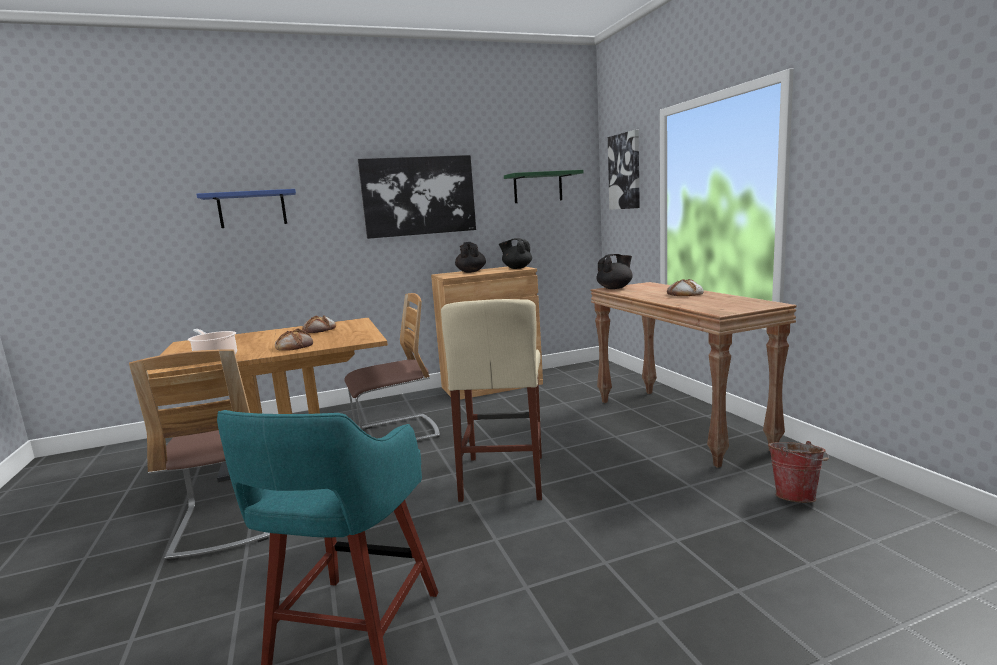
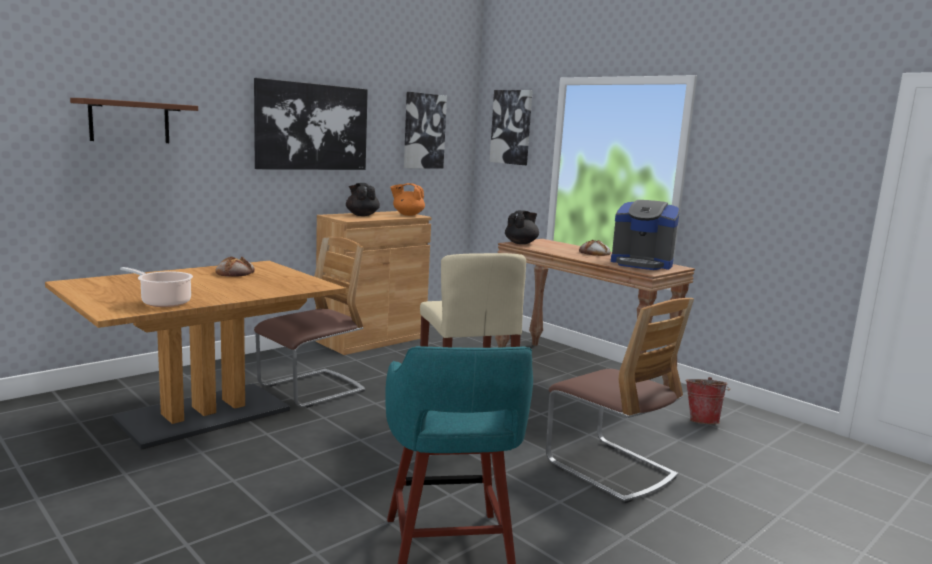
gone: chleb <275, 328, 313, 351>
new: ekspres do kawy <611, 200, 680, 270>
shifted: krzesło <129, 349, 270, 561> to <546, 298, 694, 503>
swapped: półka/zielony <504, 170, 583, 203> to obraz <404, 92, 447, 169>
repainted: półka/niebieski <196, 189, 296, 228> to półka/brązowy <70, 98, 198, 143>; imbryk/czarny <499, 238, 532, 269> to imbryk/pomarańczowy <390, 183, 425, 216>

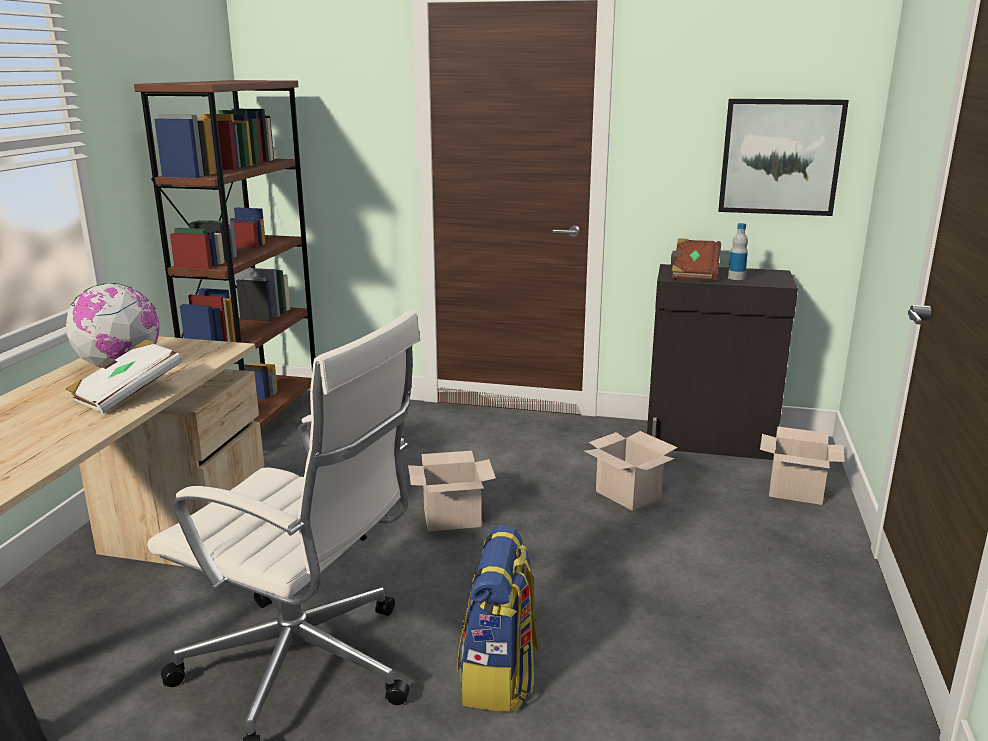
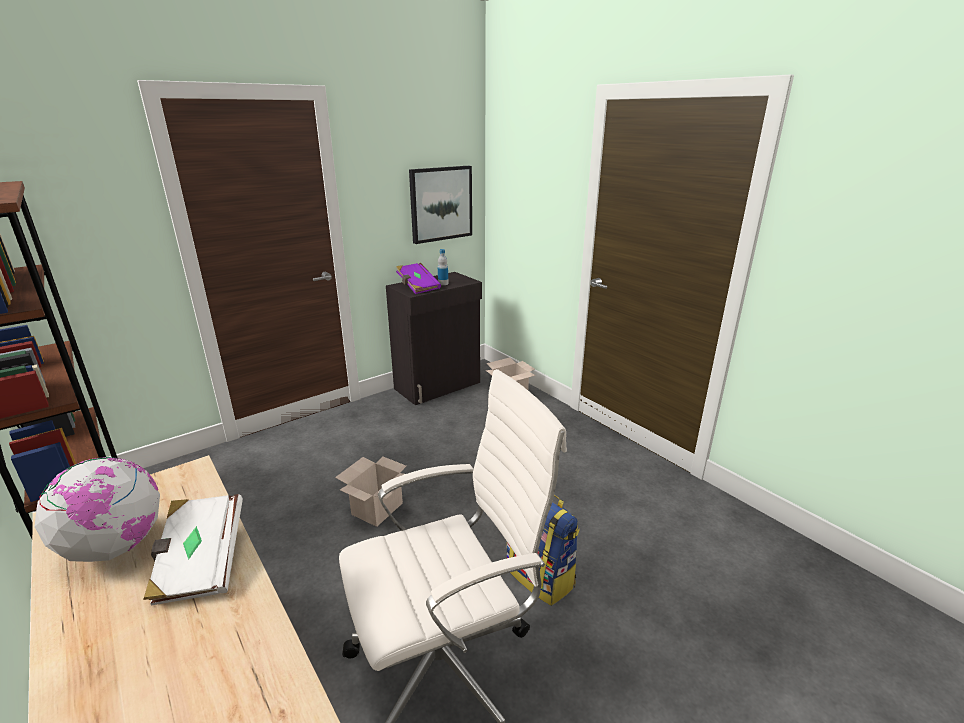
gone: karton <584, 431, 678, 511>
repainted: książka/brązowy <671, 238, 721, 281> to książka/fioletowy <396, 263, 441, 294>

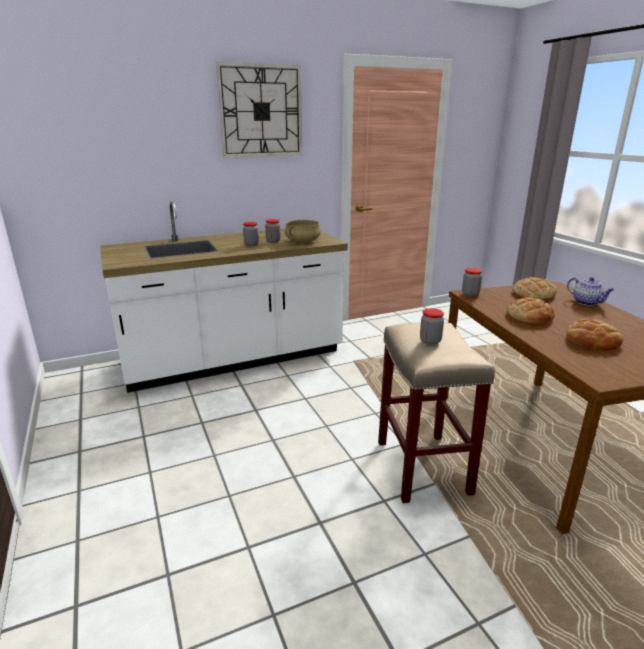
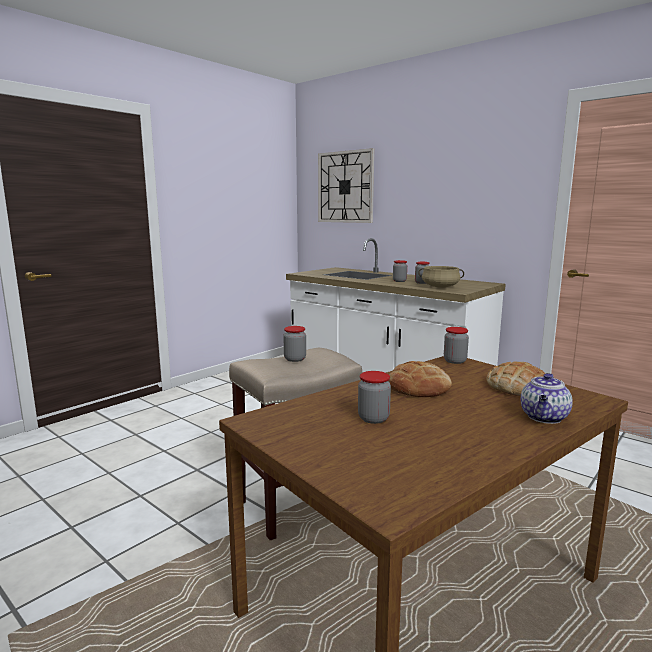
shifted: zegar ścienny <216, 62, 302, 158> to <318, 148, 374, 223>
swapped: chleb <566, 319, 623, 350> to słoik <358, 371, 391, 424>

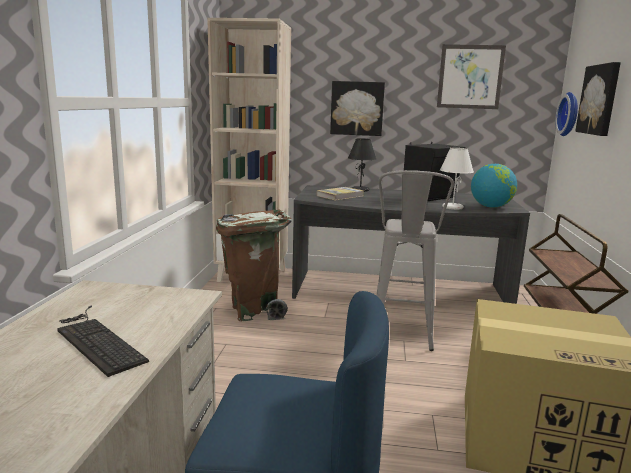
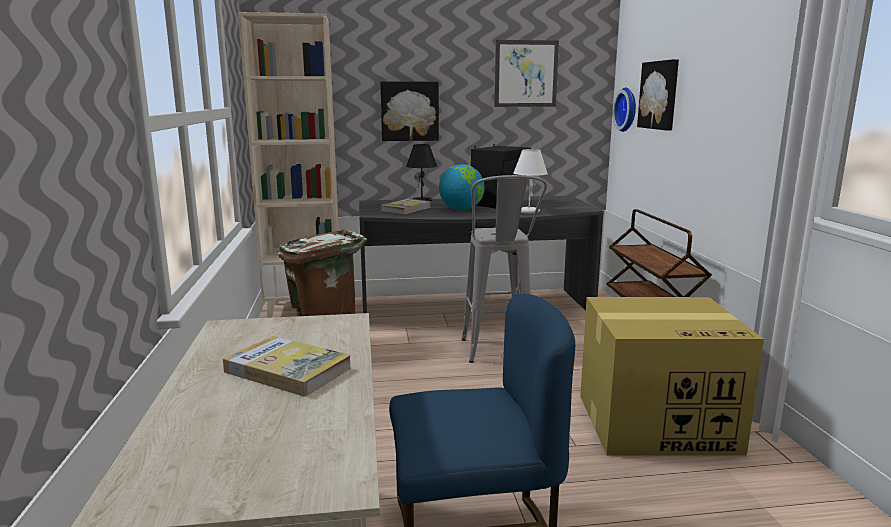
shifted: globus <471, 164, 517, 208> to <439, 164, 485, 210>
swapped: klawiatura <57, 305, 149, 377> to książka <223, 336, 351, 396>

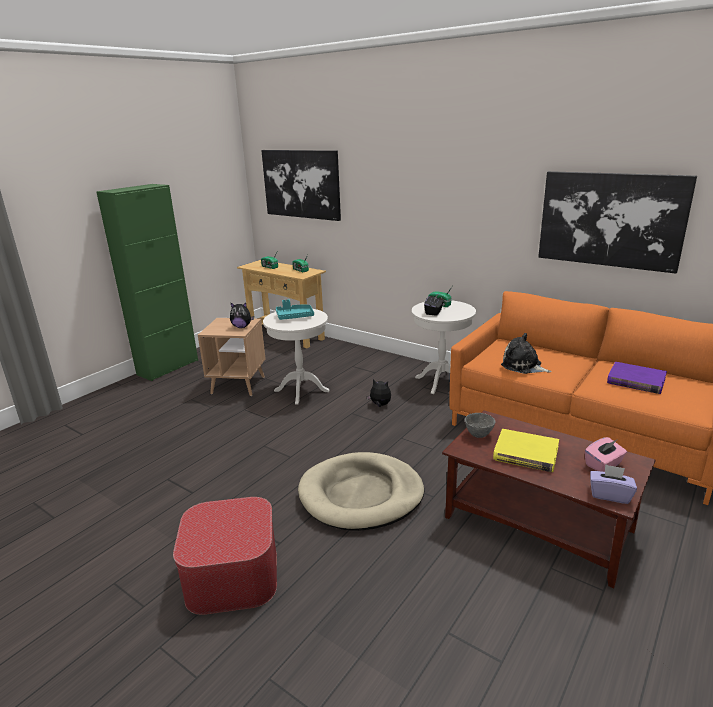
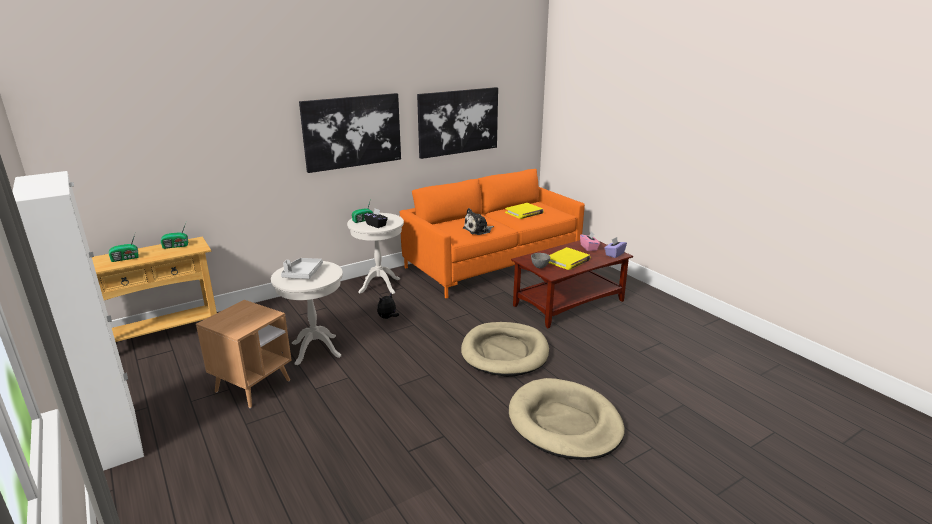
gone: pluszak <230, 302, 254, 328>
shifted: obraz <261, 150, 341, 221> to <299, 93, 401, 173>
swapped: pufa <173, 497, 277, 615> to legowisko/beżowy <509, 378, 625, 460>
repainted: szafka/zielony <96, 184, 198, 381> to szafka/biały <12, 171, 144, 471>; taca/turkusowy <276, 299, 314, 320> to taca/szary <281, 258, 323, 279>; książka/fioletowy <607, 362, 667, 394> to książka/żółty <505, 203, 544, 219>

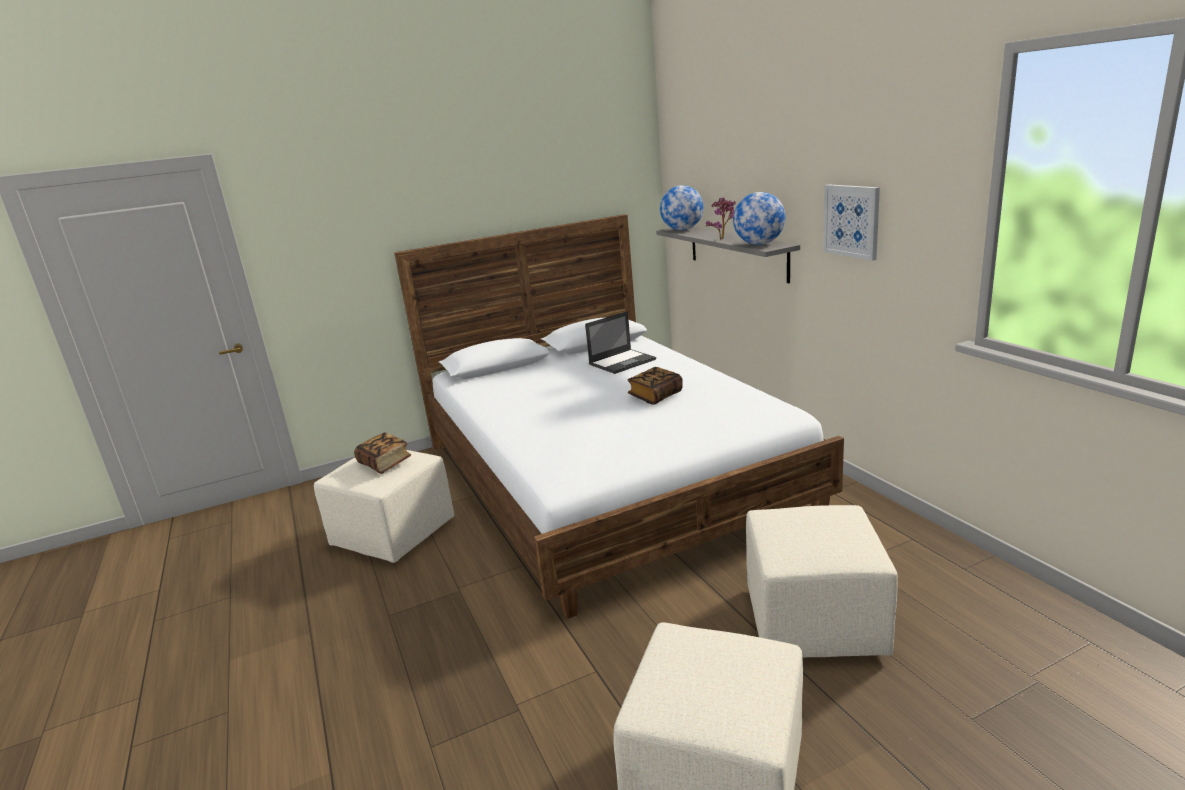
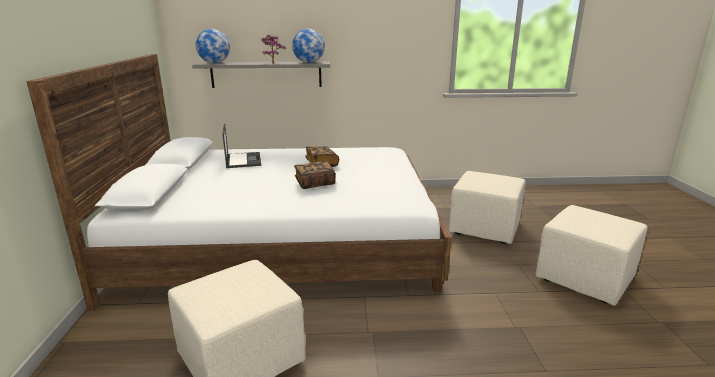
gone: obraz <823, 184, 880, 261>
shifted: książka <354, 432, 411, 474> to <294, 161, 336, 189>

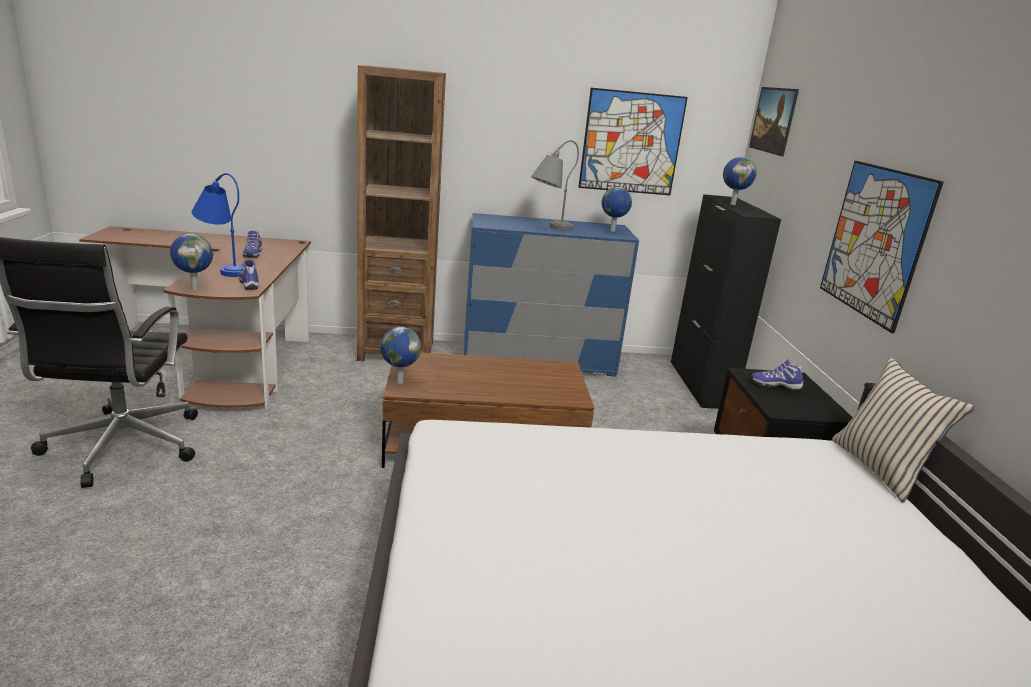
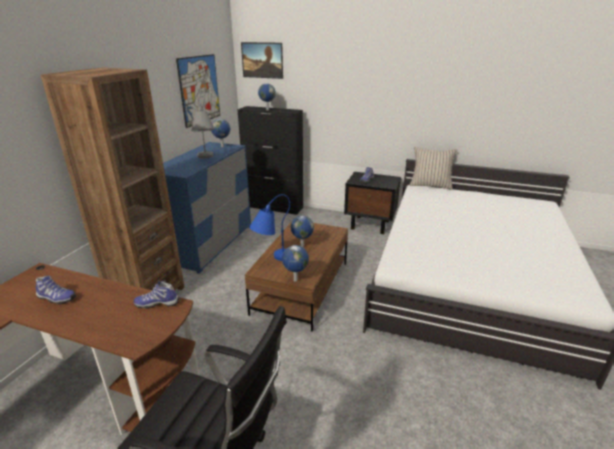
gone: obraz <820, 161, 944, 334>
shifted: lampa stołowa/niebieski <192, 173, 243, 277> to <249, 194, 290, 261>; globus <170, 234, 213, 290> to <291, 215, 314, 248>

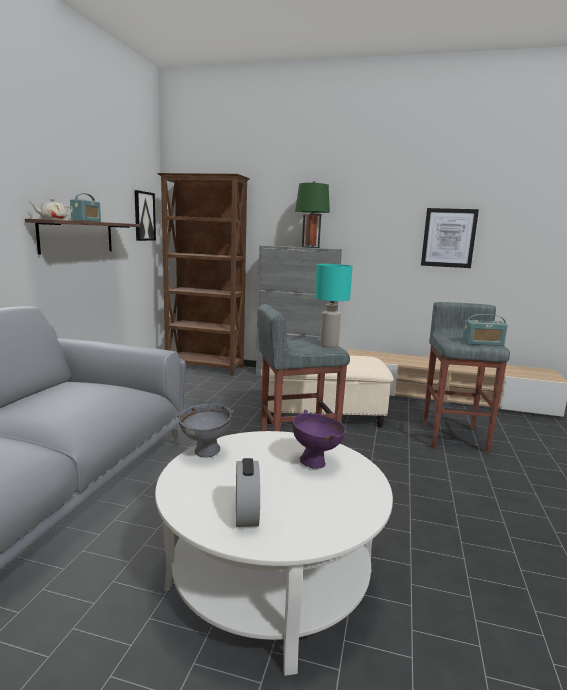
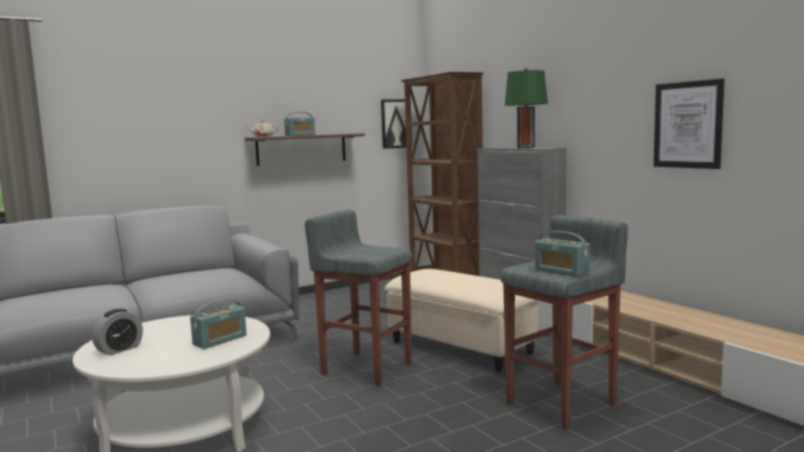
gone: miska/szary <177, 404, 234, 458>; lampa stołowa/turkusowy <315, 264, 353, 348>
swapped: miska/fioletowy <292, 410, 346, 469> to radio <190, 299, 247, 349>

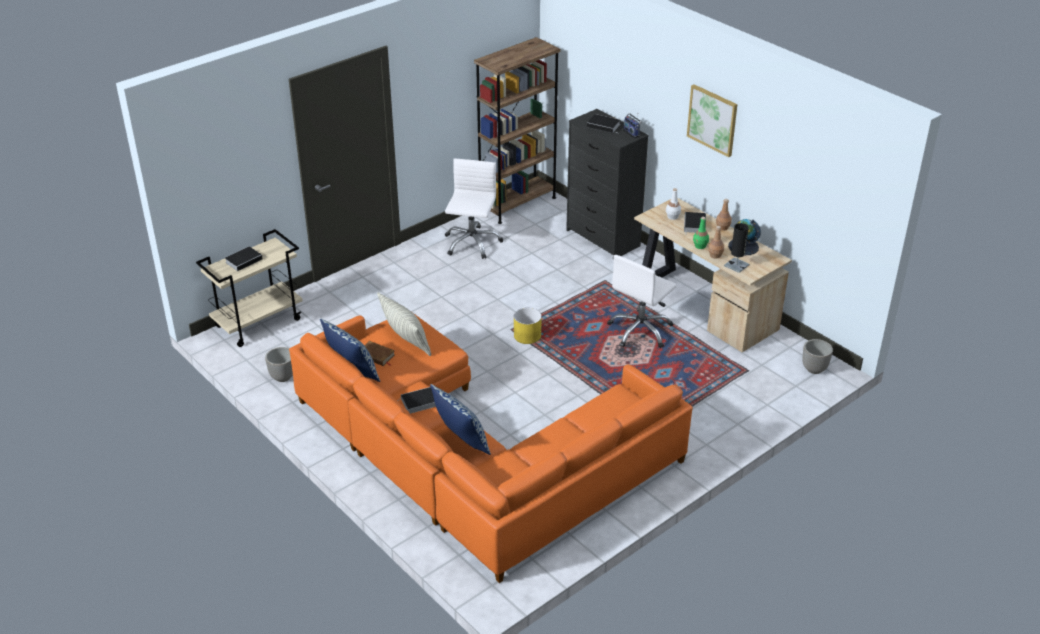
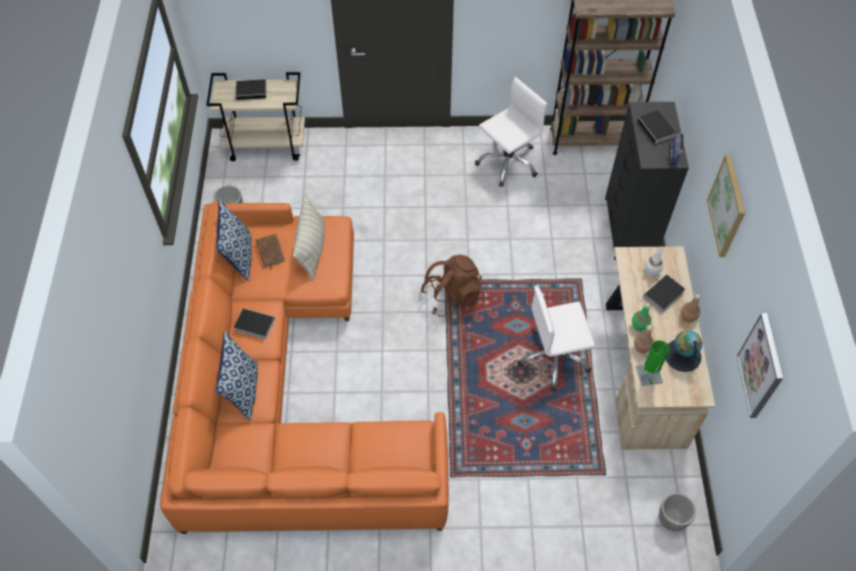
new: obraz <737, 313, 783, 418>
swapped: donica/żółty <514, 308, 542, 344> to plecak/brązowy <420, 254, 482, 317>
repainted: lampa stołowa/czarny <724, 223, 749, 273> to lampa stołowa/zielony <636, 340, 669, 386>

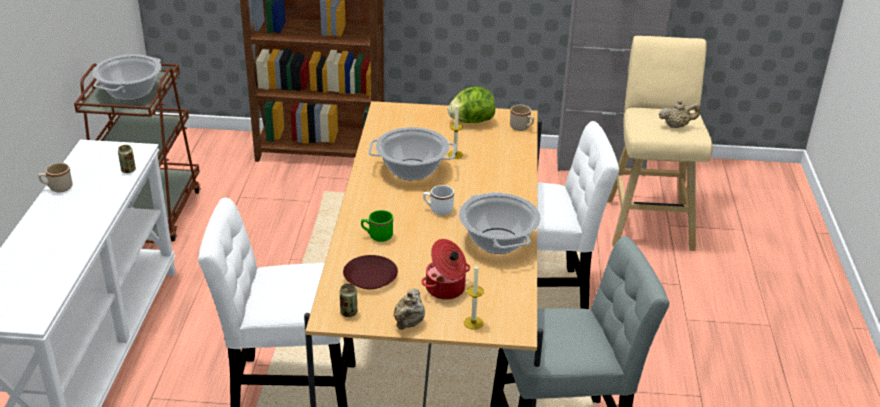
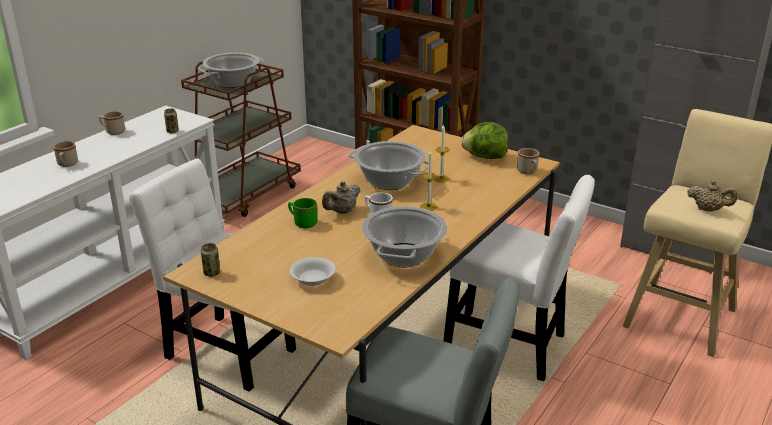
gone: talerz/brązowy <343, 255, 398, 289>
new: kubek/beżowy <54, 141, 78, 167>
shifted: imbryk/beżowy <393, 288, 425, 330> to <322, 181, 360, 214>; świeca <464, 264, 484, 330> to <420, 149, 437, 211>
swapped: garnek <422, 239, 470, 300> to miska/biały <290, 257, 335, 286>

